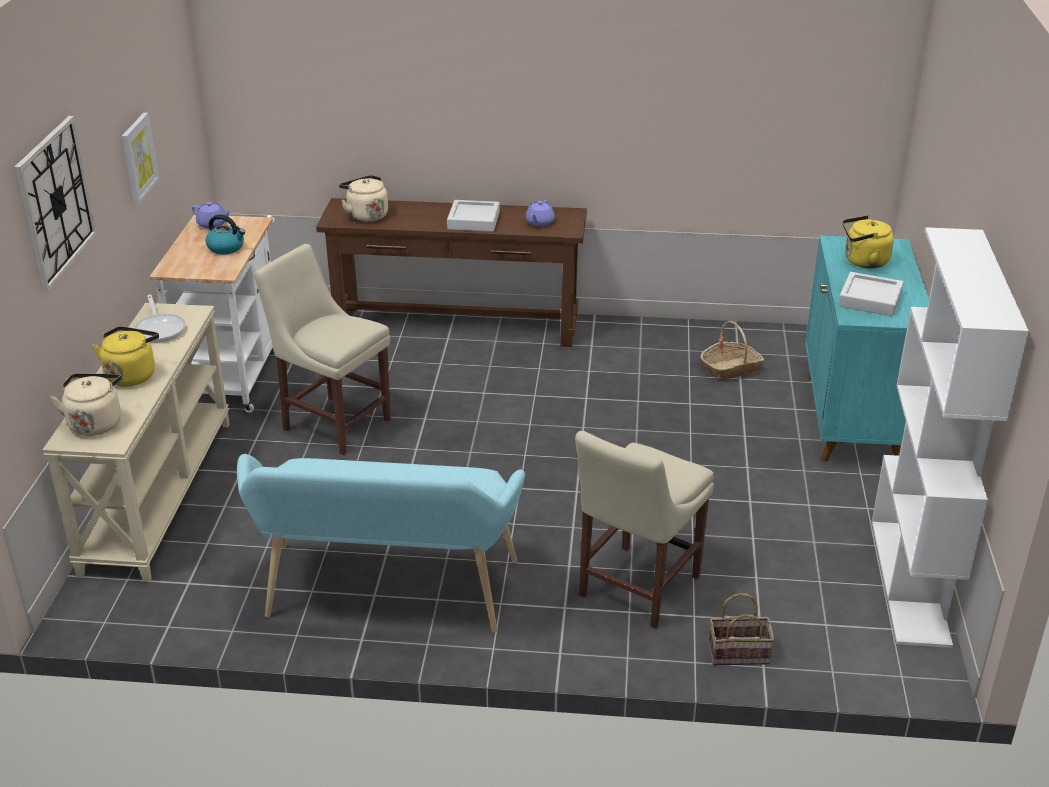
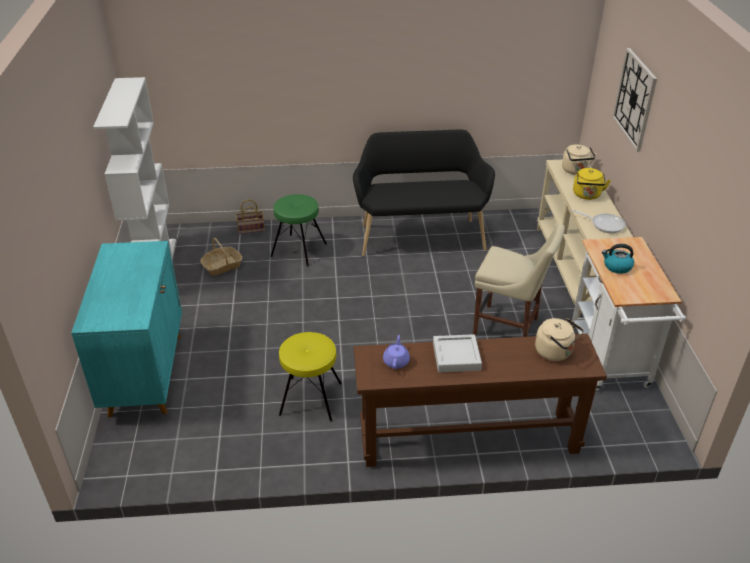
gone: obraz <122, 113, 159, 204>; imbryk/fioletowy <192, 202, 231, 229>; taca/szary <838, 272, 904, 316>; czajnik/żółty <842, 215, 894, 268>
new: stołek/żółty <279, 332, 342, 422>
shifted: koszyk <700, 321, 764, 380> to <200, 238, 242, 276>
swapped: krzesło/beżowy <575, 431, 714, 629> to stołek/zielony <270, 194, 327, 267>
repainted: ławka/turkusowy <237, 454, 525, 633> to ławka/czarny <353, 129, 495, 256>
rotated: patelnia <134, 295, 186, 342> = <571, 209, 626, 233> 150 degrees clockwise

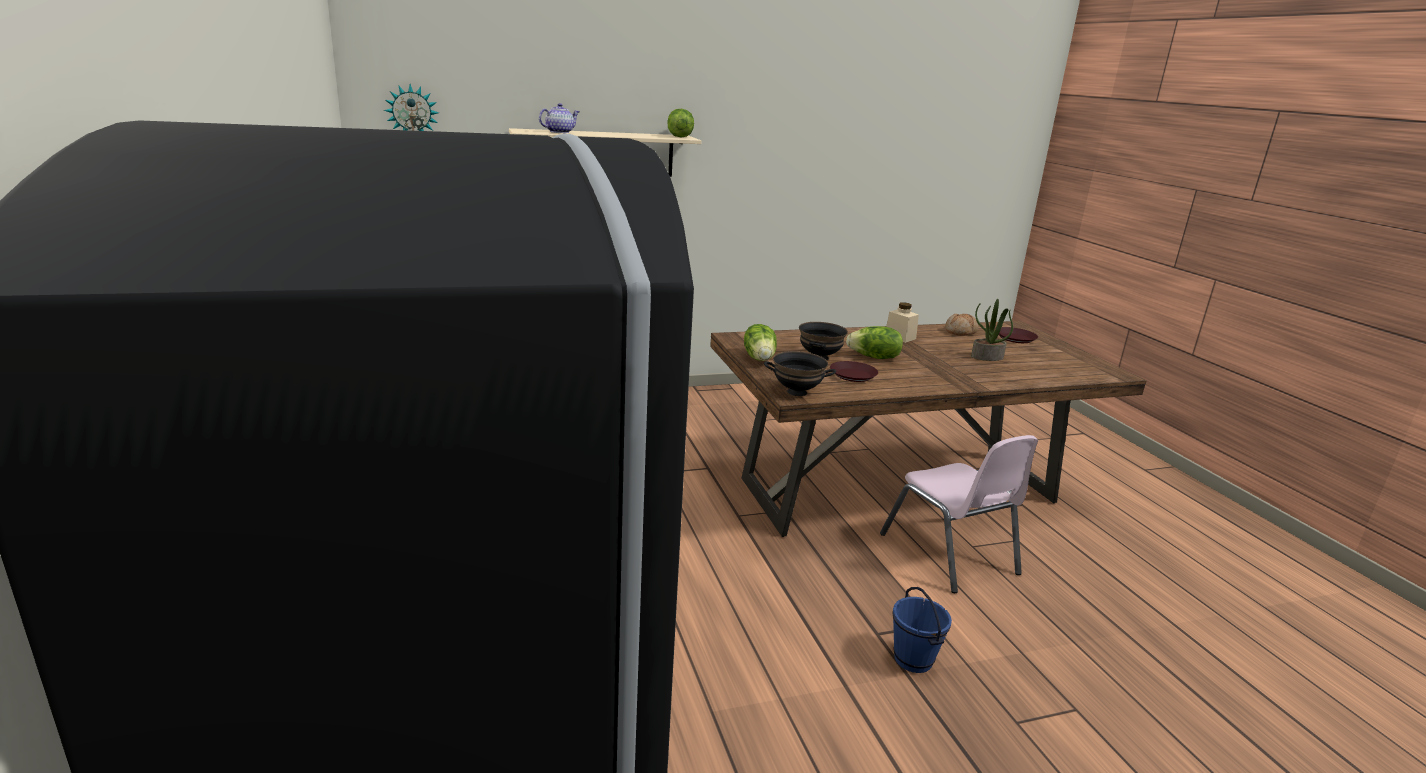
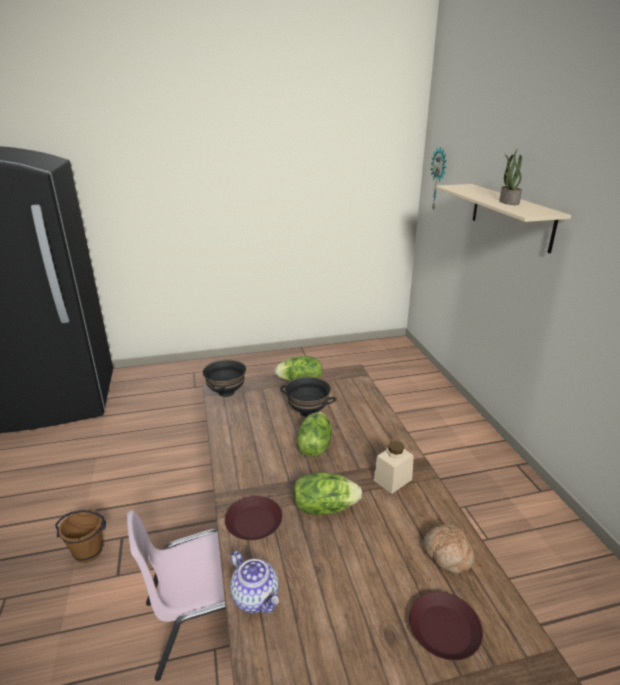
shifted: talerz/brązowy <830, 361, 878, 382> to <225, 496, 282, 540>; imbryk <539, 103, 579, 133> to <230, 551, 279, 613>; sałata <667, 109, 694, 138> to <293, 472, 362, 515>; roślina doniczkowa <971, 299, 1013, 361> to <499, 149, 522, 205>
repainted: wiadro/niebieski <892, 587, 952, 673> to wiadro/brązowy <55, 509, 106, 563>

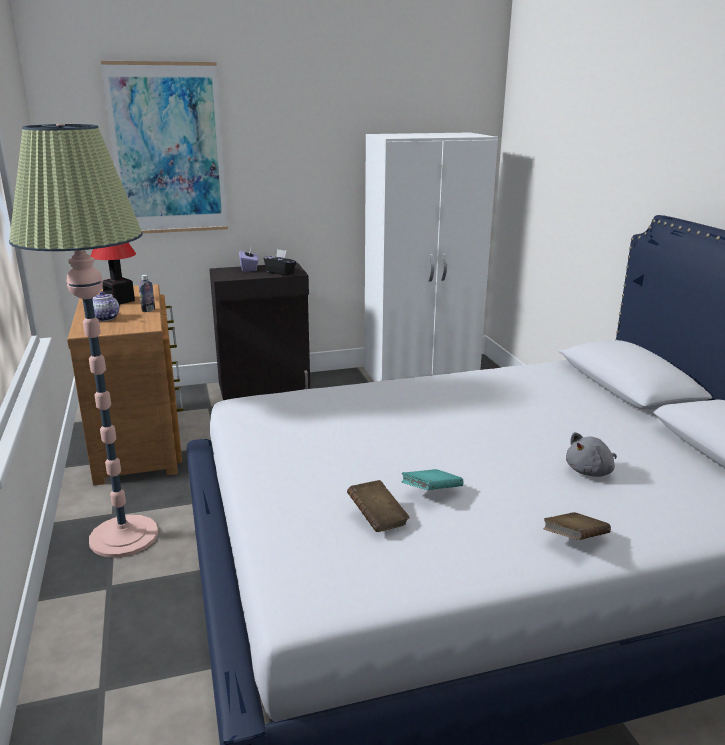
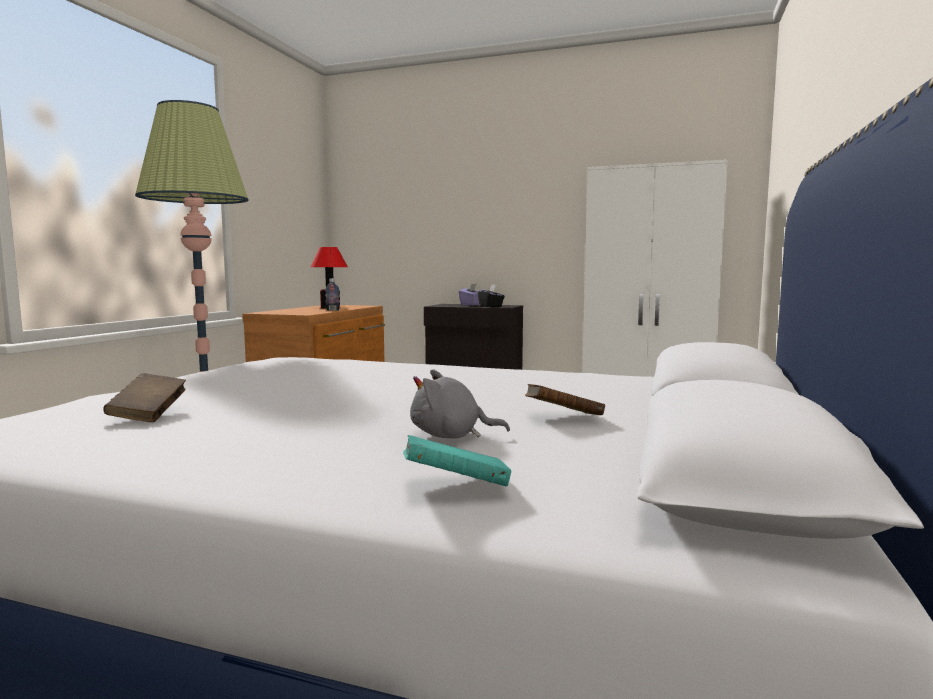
gone: imbryk <92, 291, 119, 321>; obraz <101, 61, 228, 234>
shifted: książka/turkusowy <401, 469, 464, 490> to <403, 435, 511, 486>; książka/brązowy <543, 512, 611, 540> to <525, 384, 605, 415>

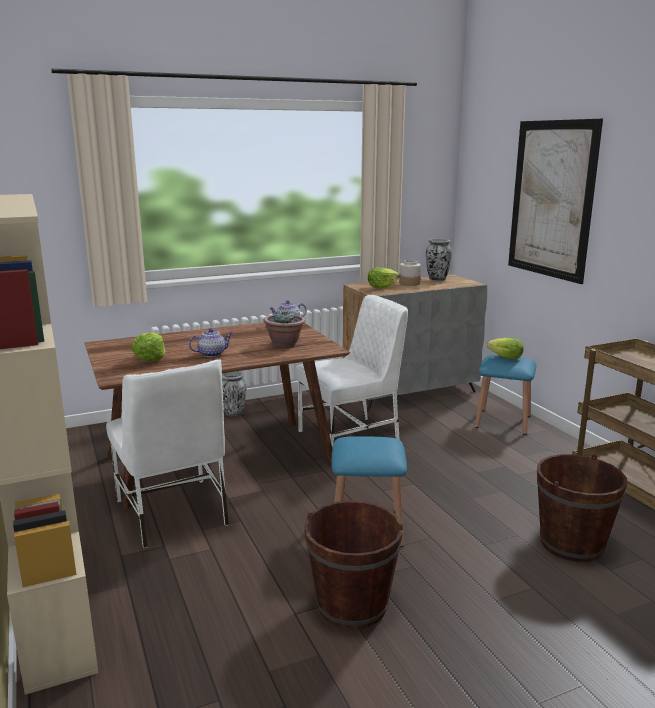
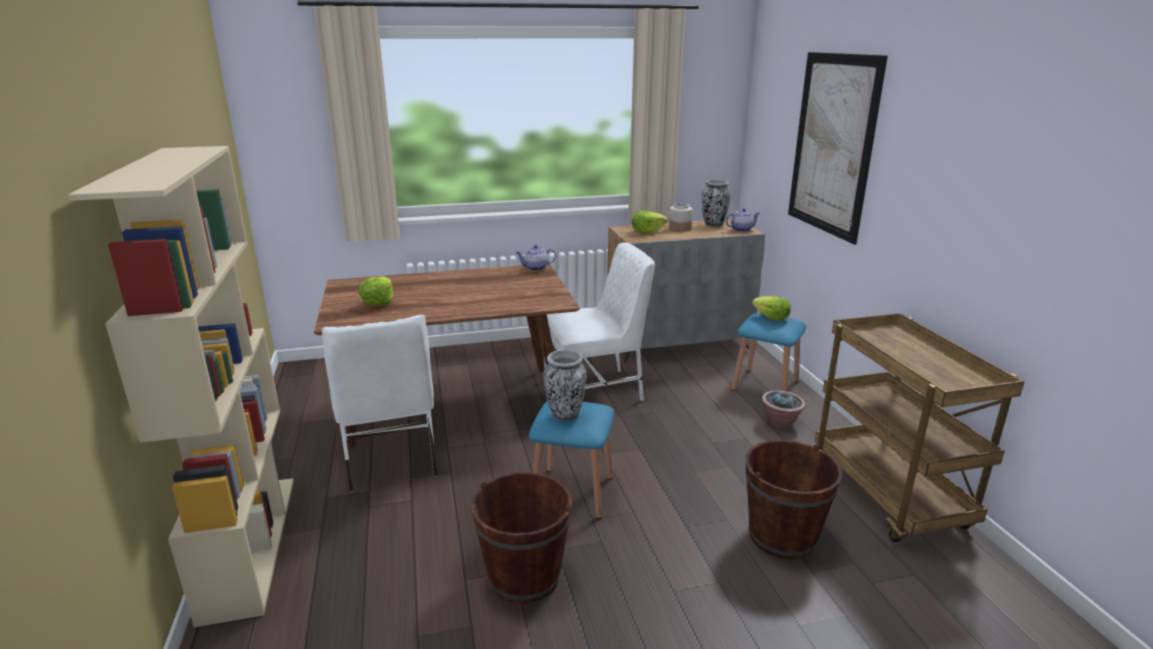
shifted: wazon <222, 371, 246, 416> to <544, 350, 587, 421>; imbryk <189, 328, 232, 357> to <726, 208, 760, 232>; roślina doniczkowa <264, 310, 306, 347> to <762, 390, 806, 429>

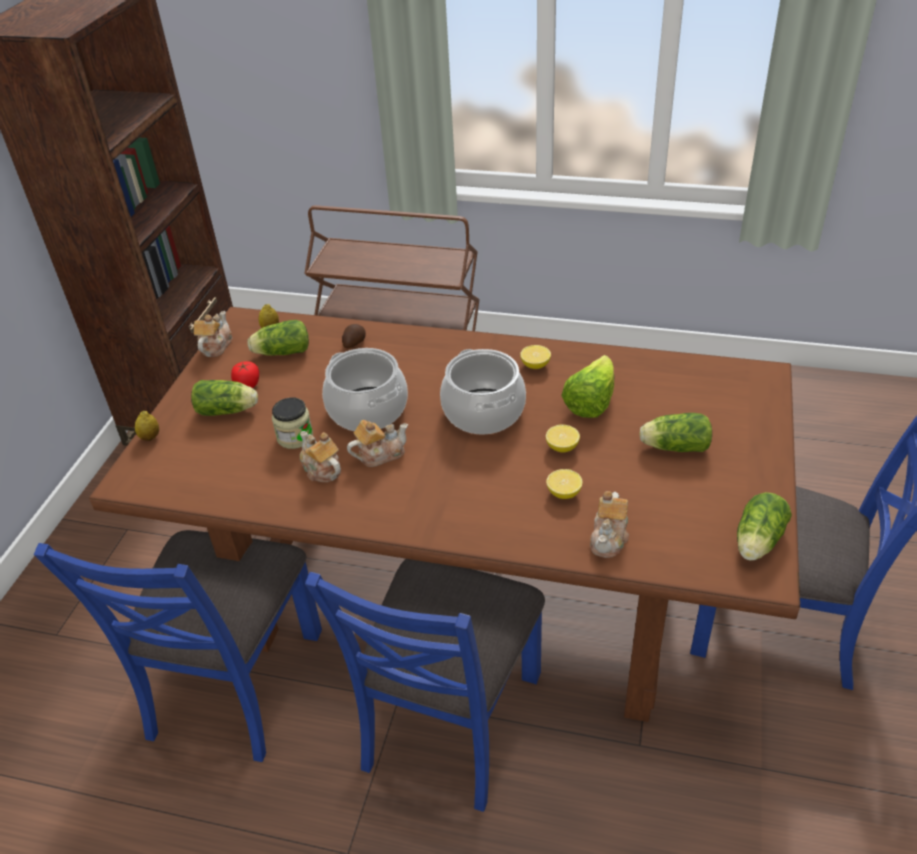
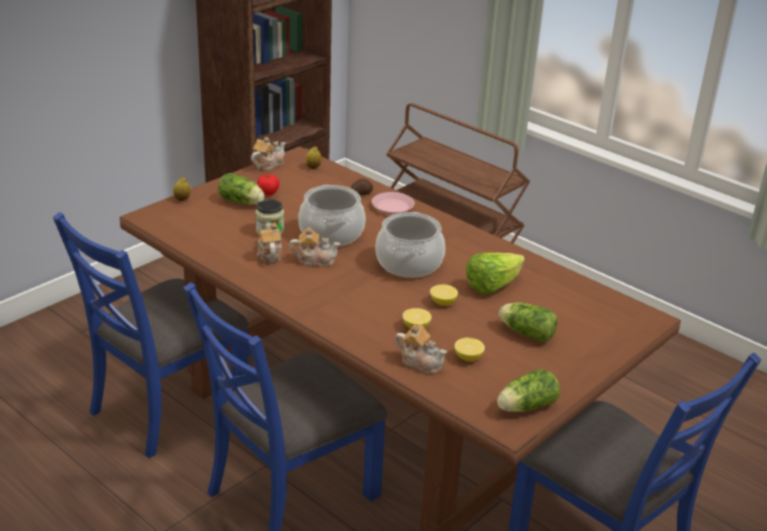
gone: sałata <248, 320, 309, 356>
new: talerz/różowy <372, 192, 415, 215>
shifted: cytryna <520, 345, 551, 369> to <454, 338, 485, 361>
rotated: imbryk <590, 491, 629, 558> = <395, 324, 447, 374> 105 degrees counterclockwise

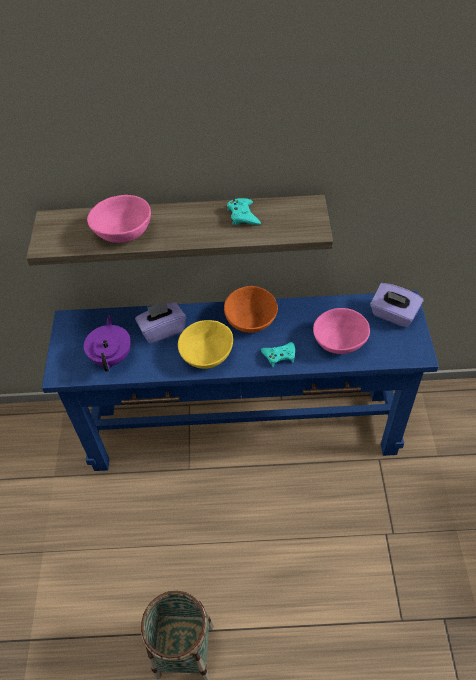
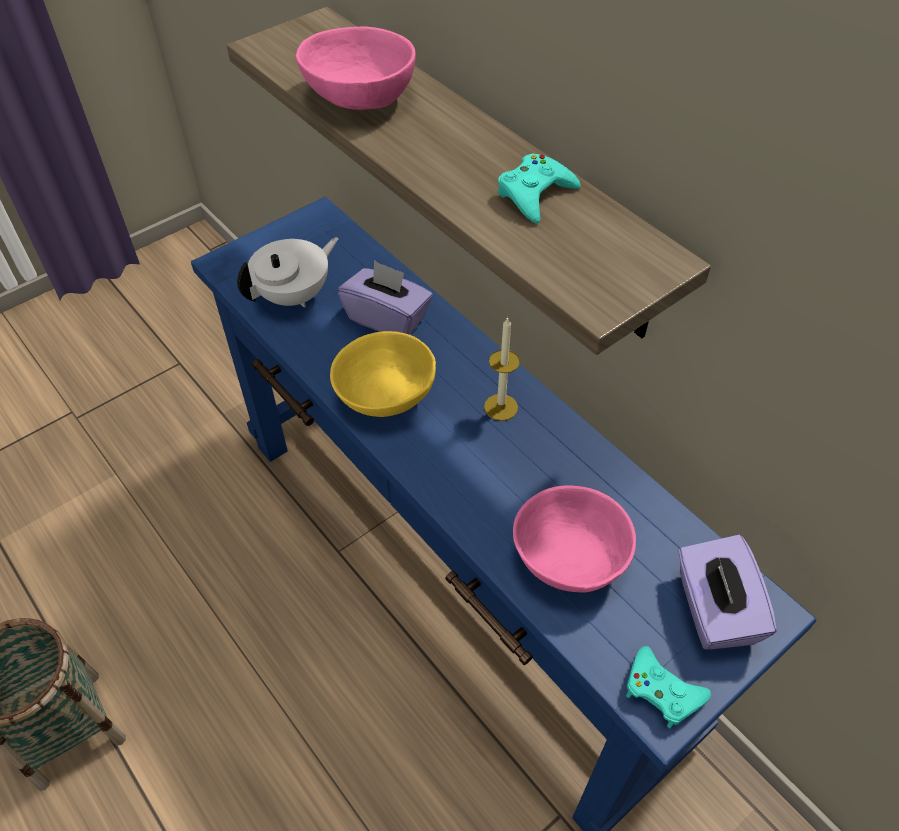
shifted: pad do gier/turkusowy <261, 342, 295, 367> to <626, 646, 711, 728>
swapped: miska/pomarańczowy <224, 286, 278, 333> to świeca <484, 317, 520, 421>
repainted: imbryk/fioletowy <84, 315, 131, 372> to imbryk/biały <237, 237, 339, 308>

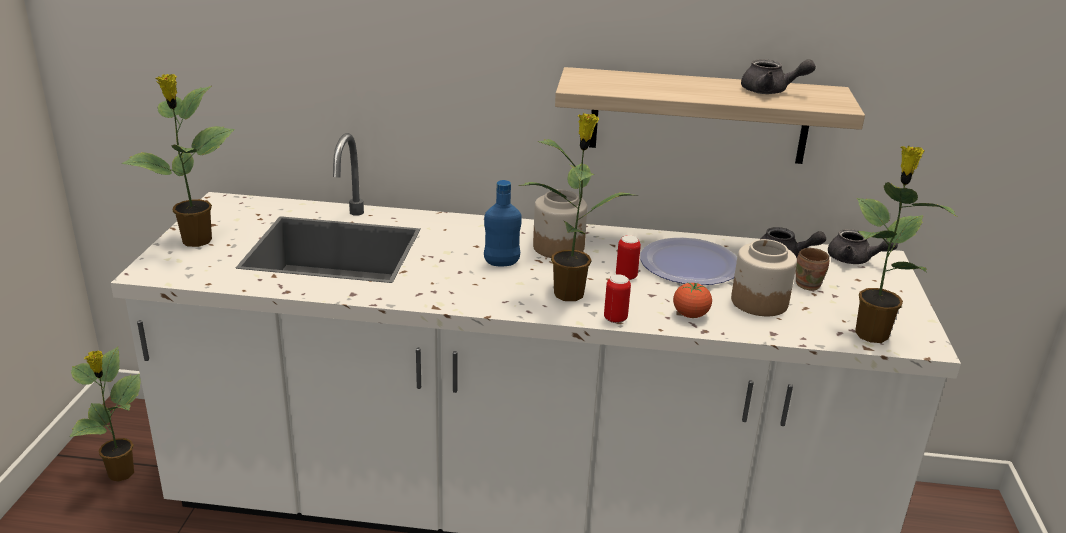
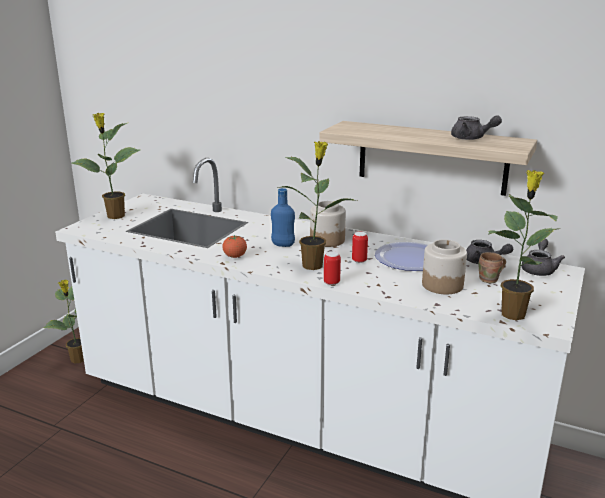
shifted: pomidor <673, 283, 712, 318> to <222, 235, 247, 258>
rotated: imbryk/szary <828, 229, 898, 264> = <521, 238, 565, 276> 120 degrees counterclockwise

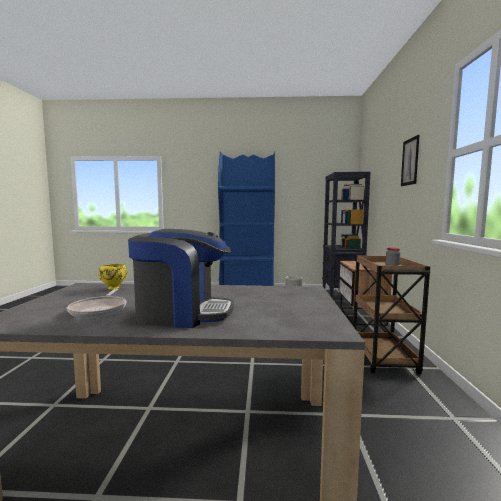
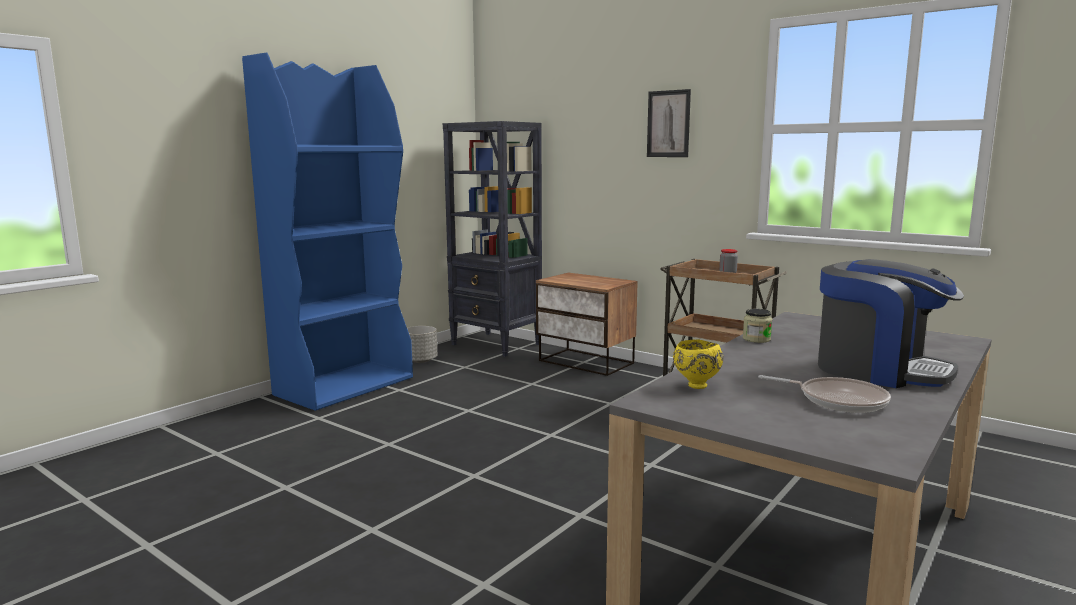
new: słoik <743, 309, 772, 343>
rotated: ekspres do kawy <128, 229, 234, 328> = <818, 259, 964, 388> 90 degrees clockwise

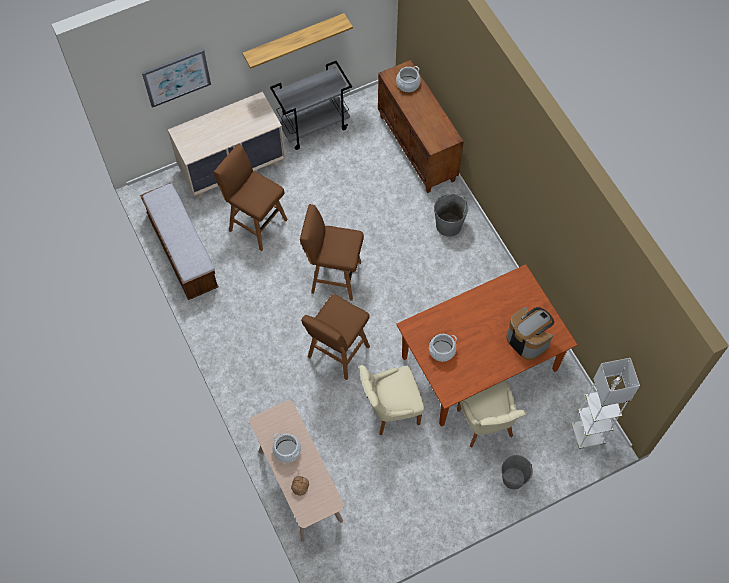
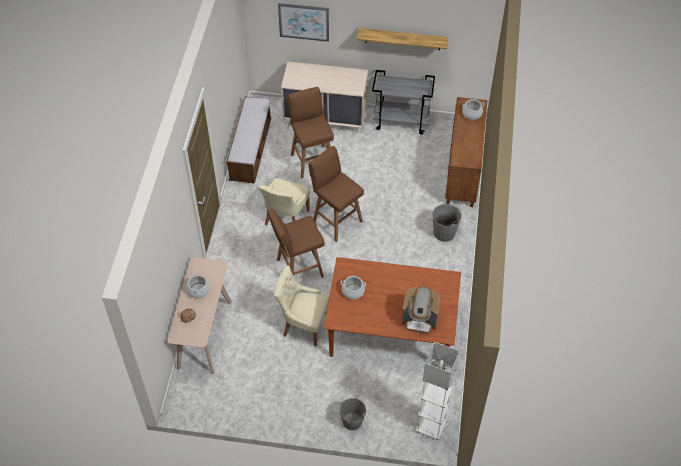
shifted: krzesło/beżowy <457, 381, 526, 448> to <258, 178, 310, 225>
rotated: ekspres do kawy <506, 307, 554, 360> = <402, 286, 440, 334> 105 degrees clockwise

